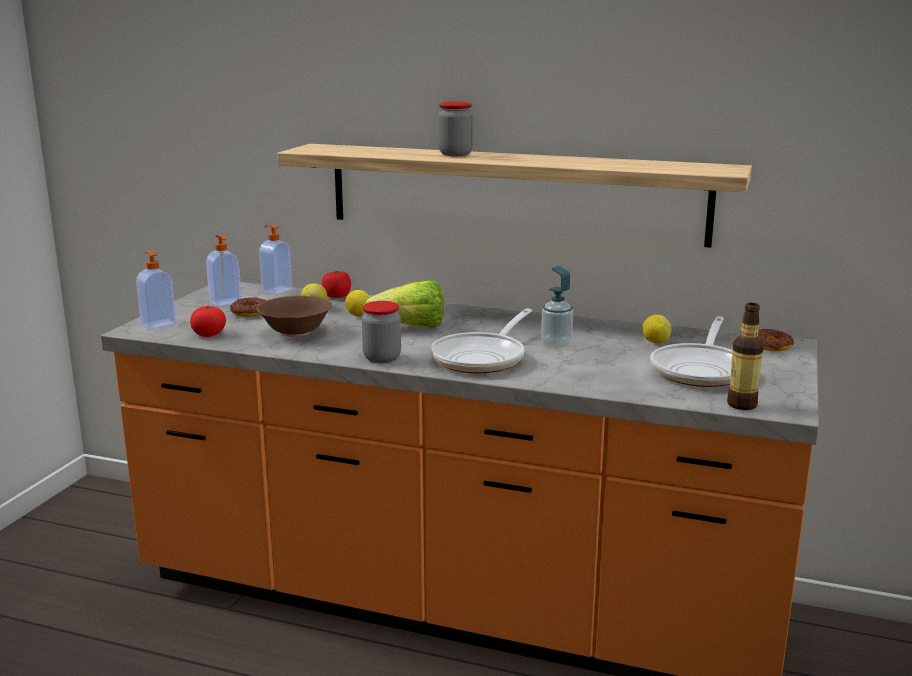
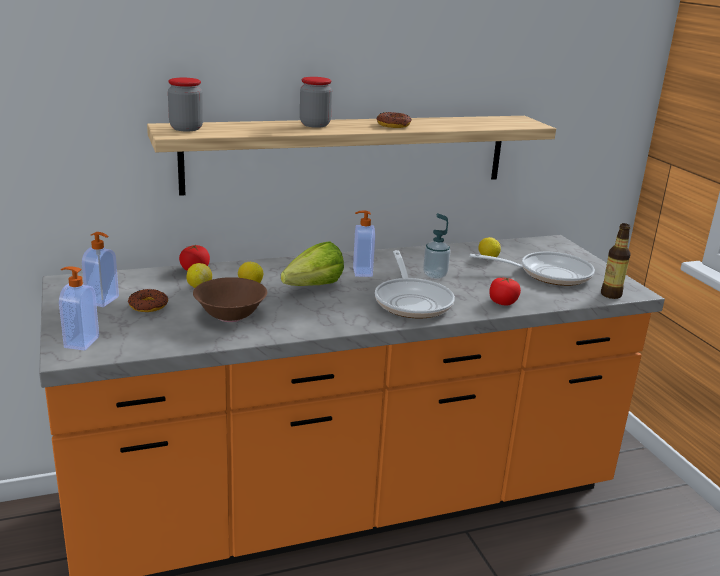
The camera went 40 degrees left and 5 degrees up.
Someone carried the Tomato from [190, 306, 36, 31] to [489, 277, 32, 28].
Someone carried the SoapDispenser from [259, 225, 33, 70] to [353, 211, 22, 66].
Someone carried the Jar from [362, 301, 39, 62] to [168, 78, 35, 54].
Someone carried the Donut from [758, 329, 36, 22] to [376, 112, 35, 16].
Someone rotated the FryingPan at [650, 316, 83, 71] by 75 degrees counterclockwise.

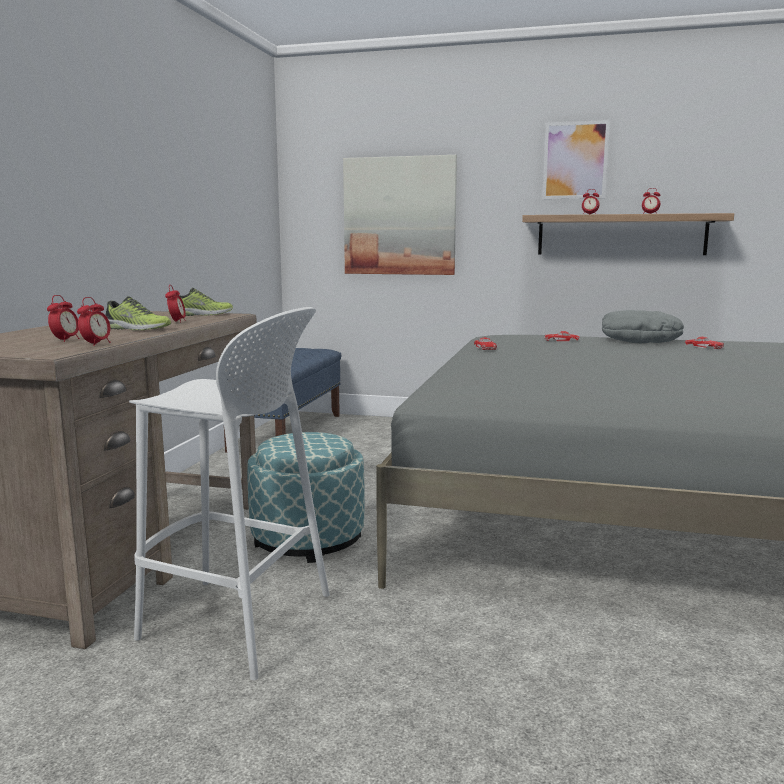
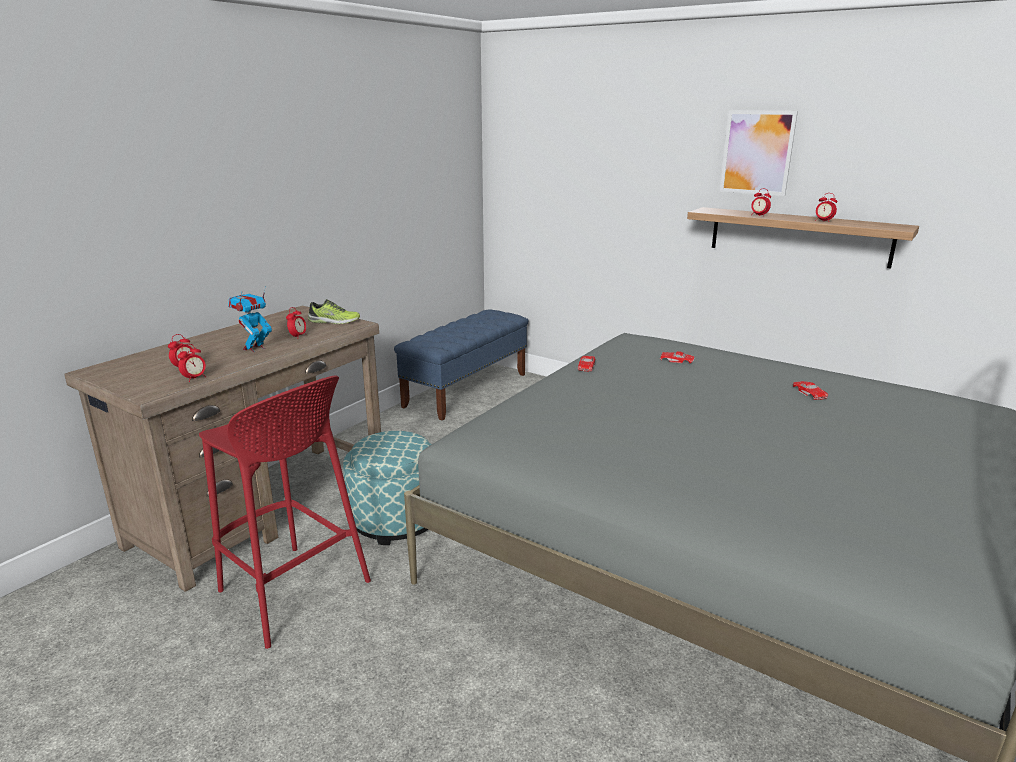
The camera went 20 degrees right and 10 degrees up.
Someone took away the Picture at [343, 155, 114, 120].
Someone took away the GreyPillow at [602, 310, 82, 33].
Someone swapped the Shoe at [106, 296, 65, 34] for the ToyRobot at [228, 286, 44, 66].
Someone repainted the WhiteStool at [129, 307, 201, 373], which became the RedStool at [199, 376, 172, 273].

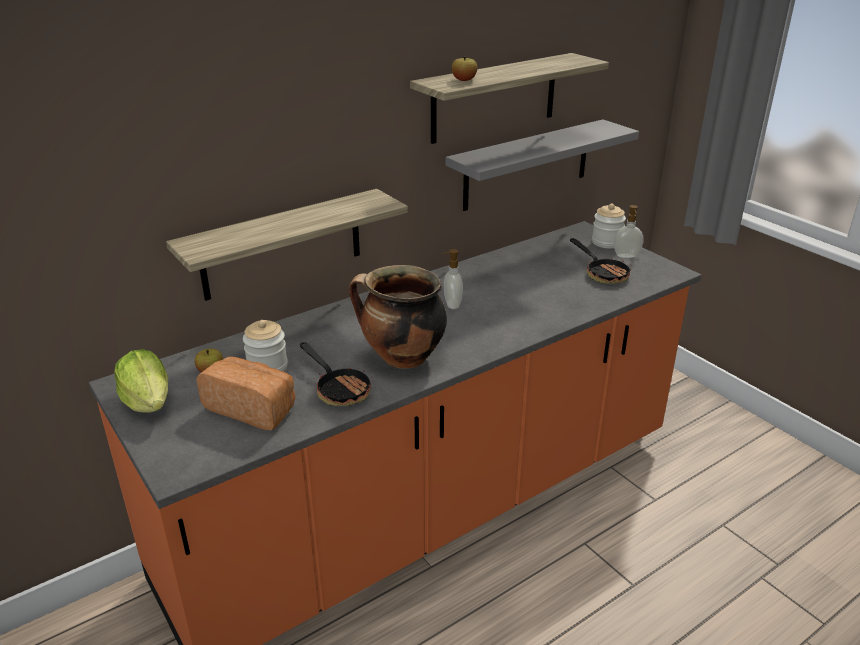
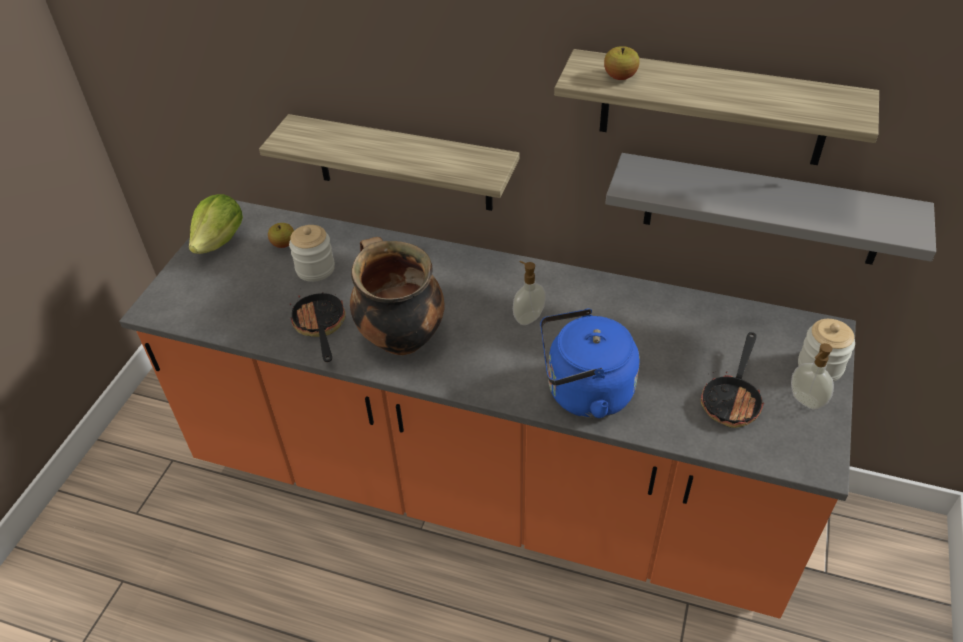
The camera went 55 degrees right and 15 degrees up.
Someone took away the Bread at [196, 356, 100, 74].
Someone put down the BlueKettle at [540, 309, 100, 109].
Someone rotated the FryingPan at [300, 342, 73, 64] by 150 degrees clockwise.

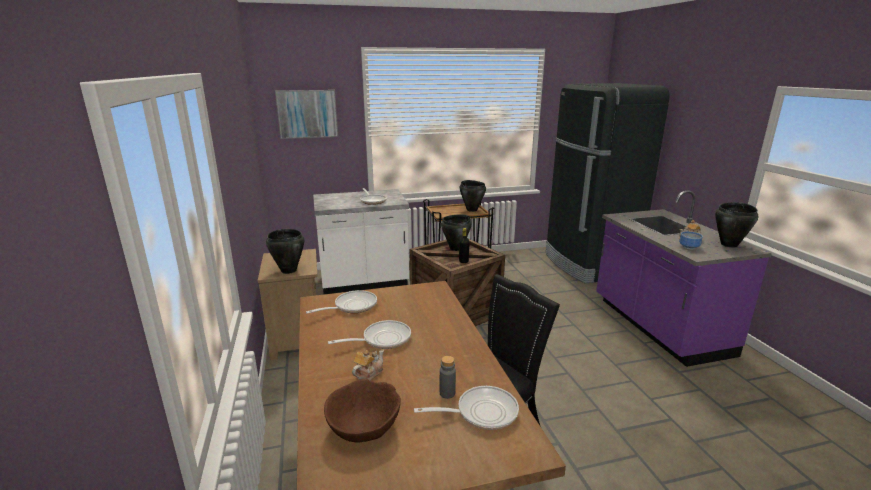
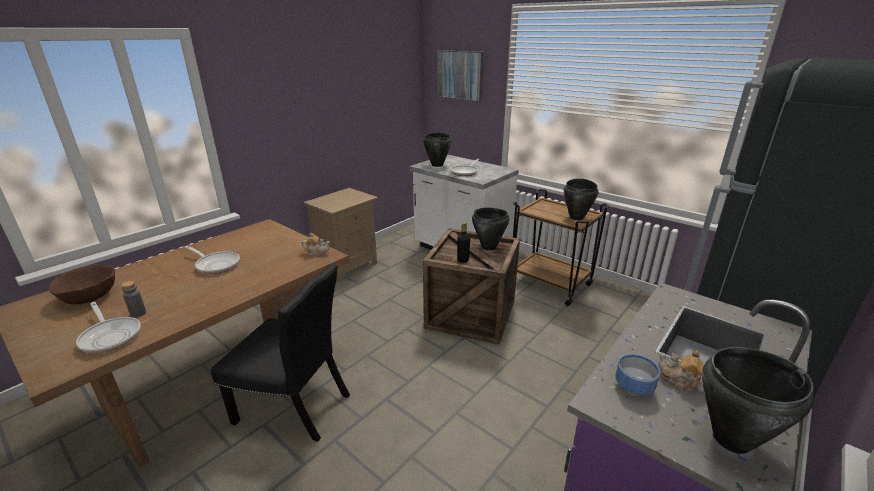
The camera went 55 degrees right and 5 degrees up.
Someone took away the FryingPan at [306, 290, 71, 24].
Someone carried the BlackCookingPot from [266, 229, 38, 45] to [423, 133, 29, 34].
Someone carried the Teapot from [352, 350, 32, 31] to [302, 233, 28, 23].

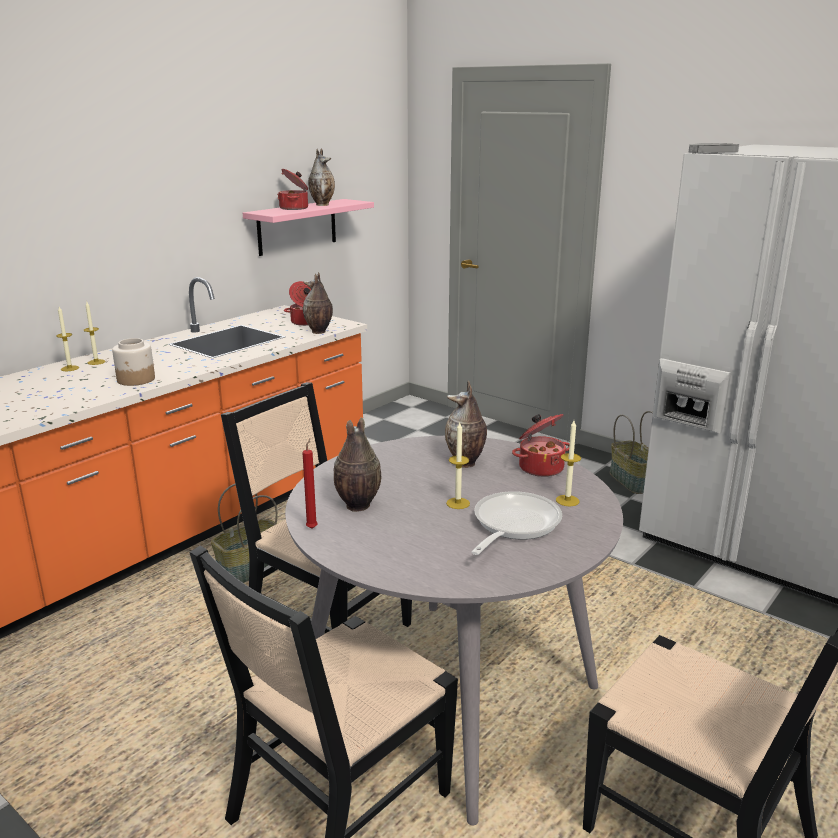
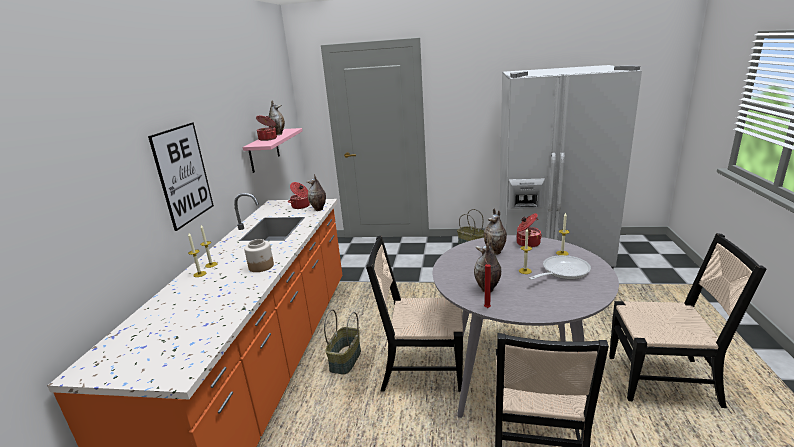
The camera went 30 degrees left and 0 degrees up.
Someone put up the Picture at [148, 122, 66, 109].
Someone rotated the FryingPan at [471, 491, 91, 64] by 60 degrees clockwise.

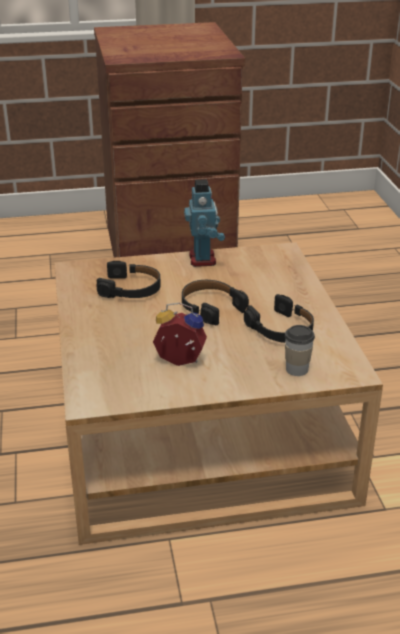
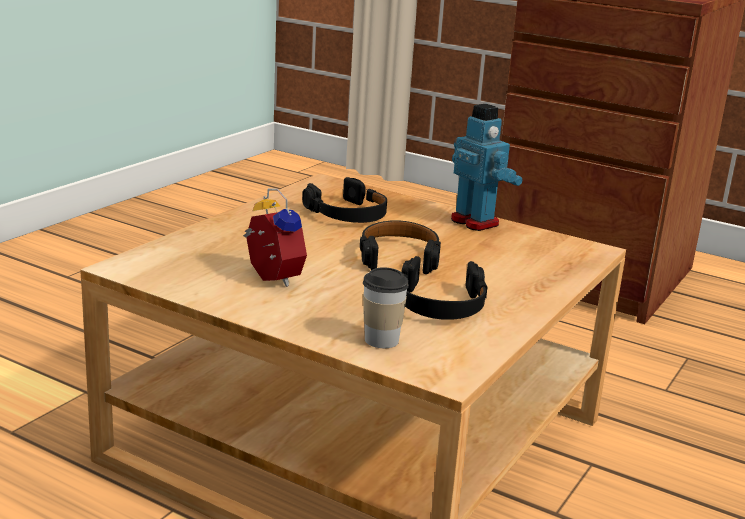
The camera went 40 degrees right and 10 degrees down.
Someone rotated the ToyRobot at [184, 179, 41, 88] by 75 degrees counterclockwise.

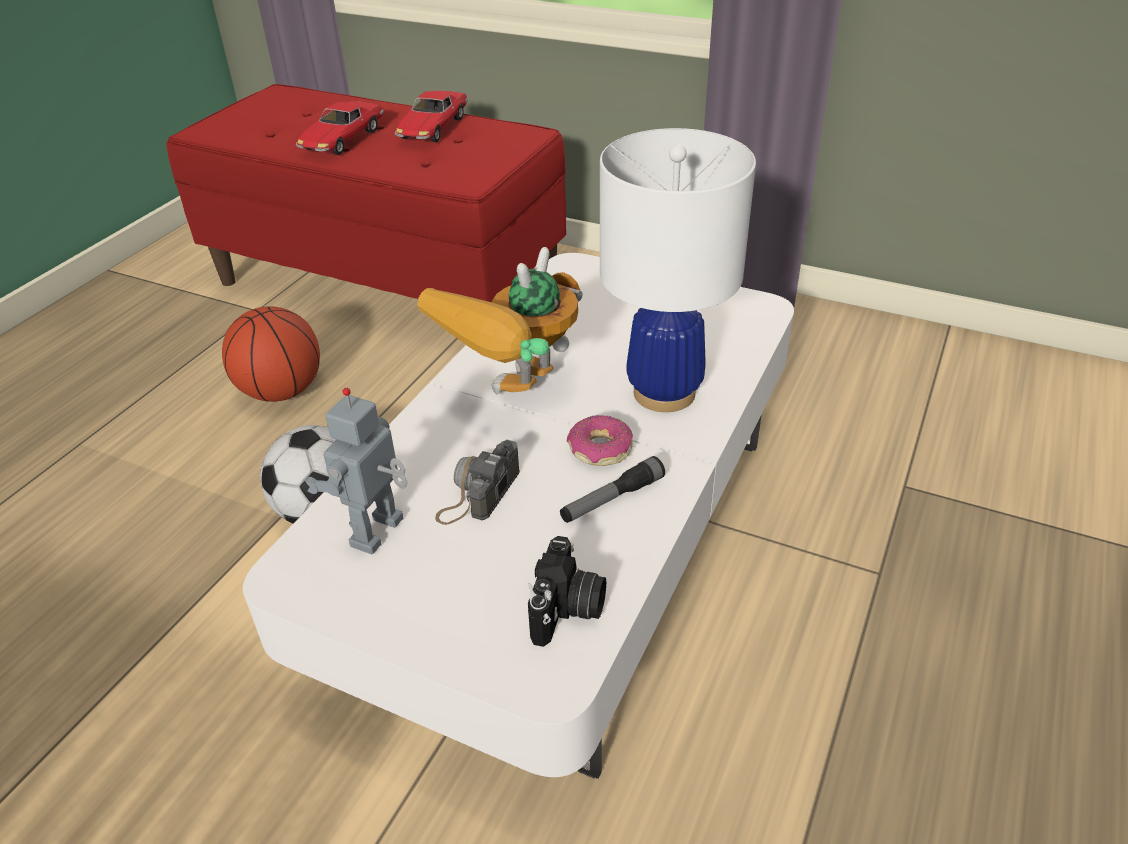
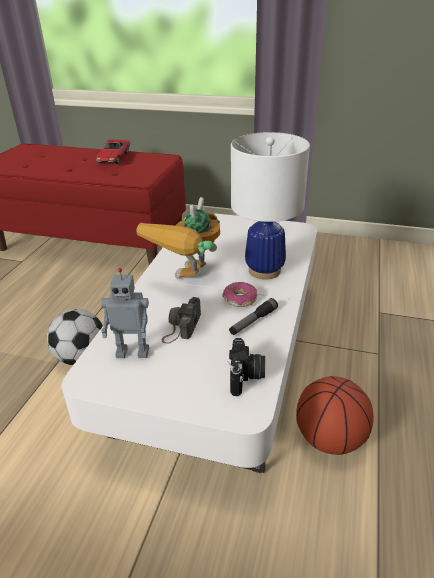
The camera went 10 degrees left and 5 degrees down.
Someone took away the ToyCar at [296, 101, 88, 54].
Someone carried the Basketball from [222, 306, 98, 96] to [296, 376, 78, 79].
Someone rotated the ToyRobot at [304, 388, 103, 166] by 105 degrees counterclockwise.

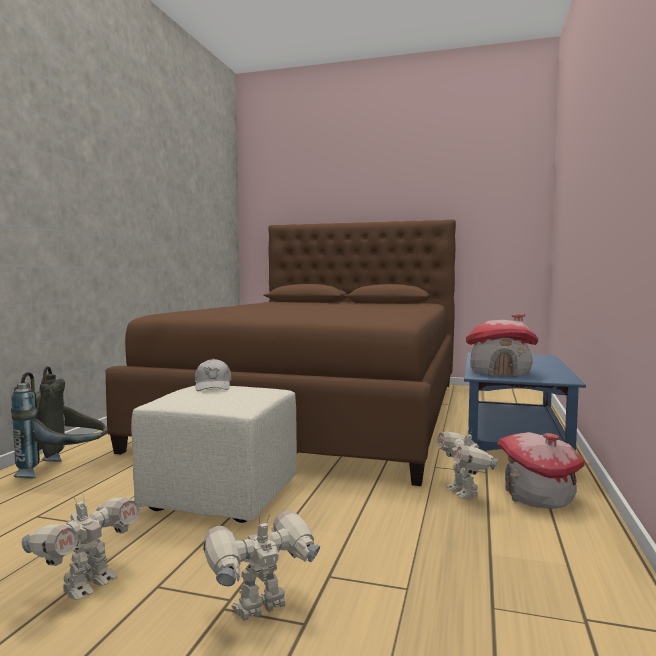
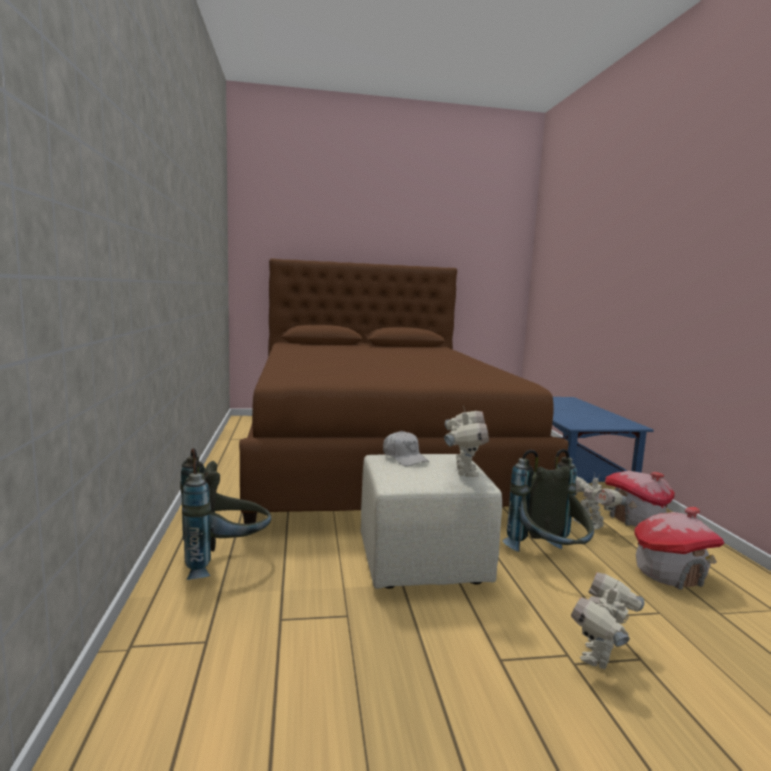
The camera went 25 degrees left and 5 degrees up.
Someone put down the GreyBackpack at [502, 449, 92, 103].
Someone carried the ToyRobot from [22, 492, 118, 108] to [444, 406, 45, 71].
Someone carried the ToyHouse from [466, 313, 72, 64] to [634, 507, 90, 82].

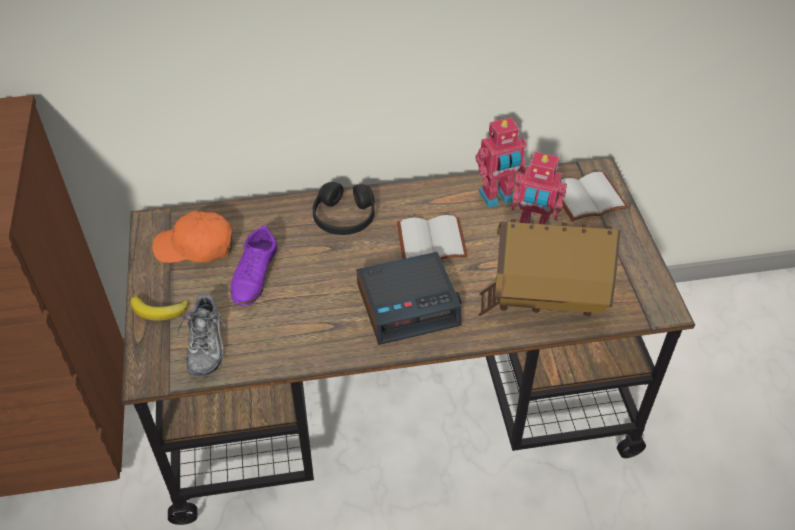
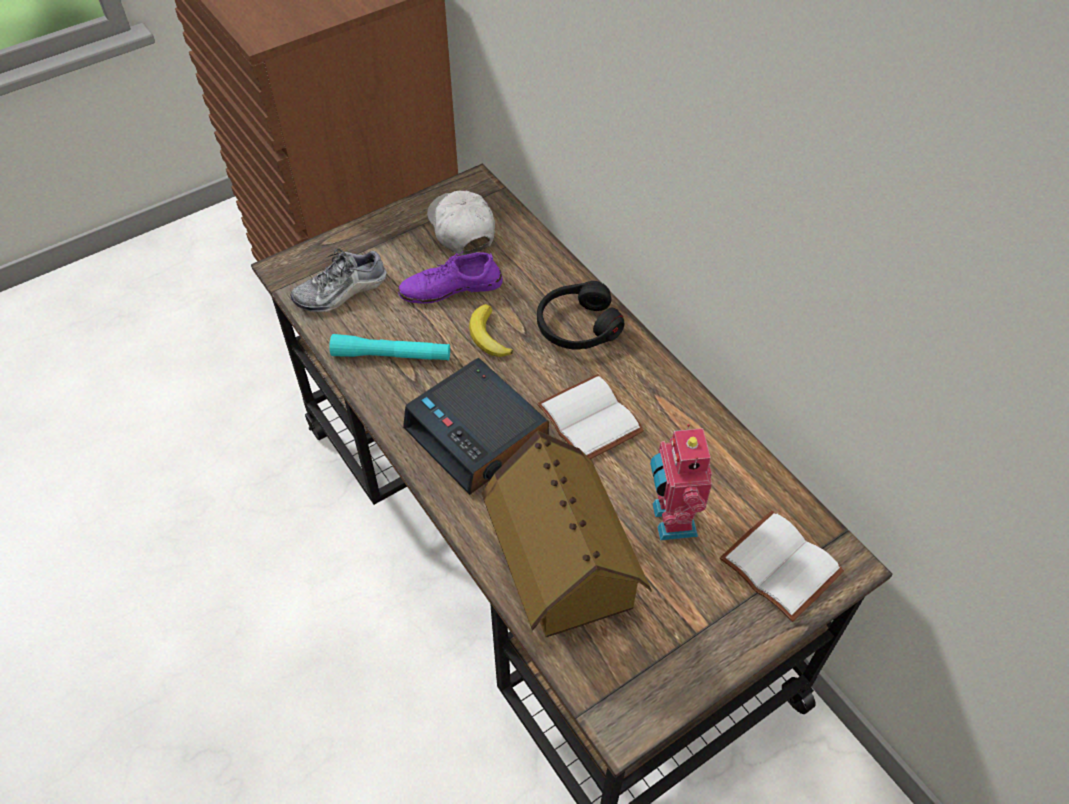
The camera went 65 degrees right and 5 degrees up.
Someone took away the ToyRobot at [475, 117, 51, 91].
Someone put down the TurquoiseFlashlight at [329, 334, 121, 27].
Someone carried the Banana from [130, 296, 59, 25] to [469, 304, 44, 53].
Someone repainted the OrangeCap at [152, 211, 80, 52], which became the WhiteCap at [427, 190, 68, 65].

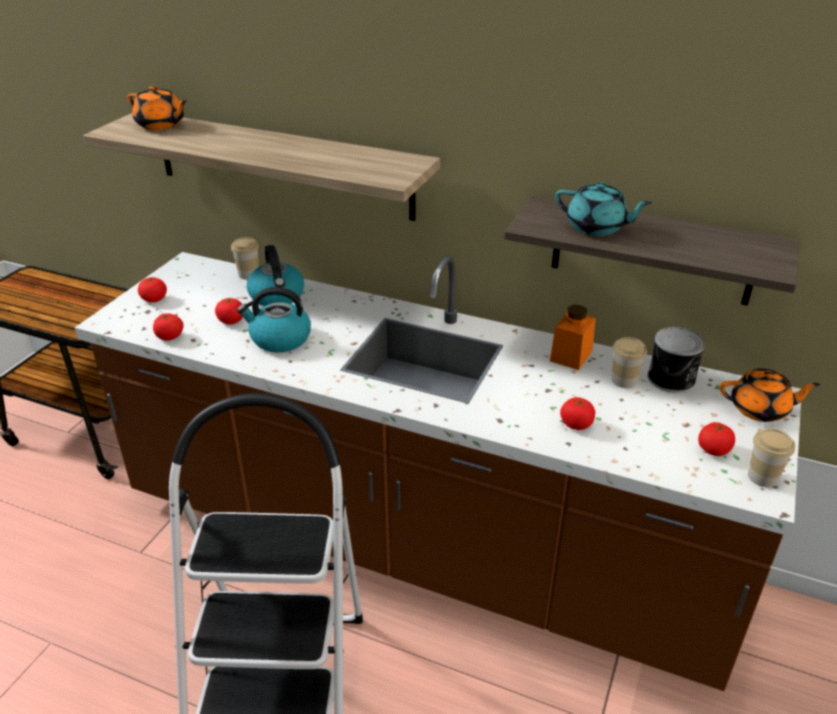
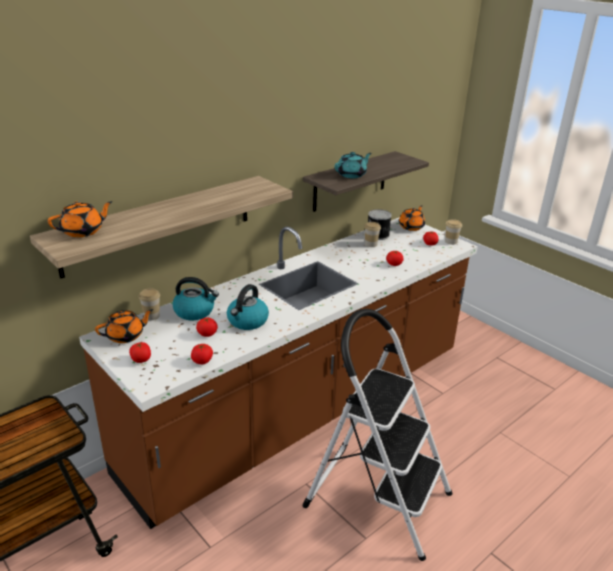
The camera went 65 degrees left and 5 degrees down.
Someone took away the OrangeJar at [550, 305, 46, 65].
Someone put down the OrangeTeapot at [95, 309, 58, 34].

